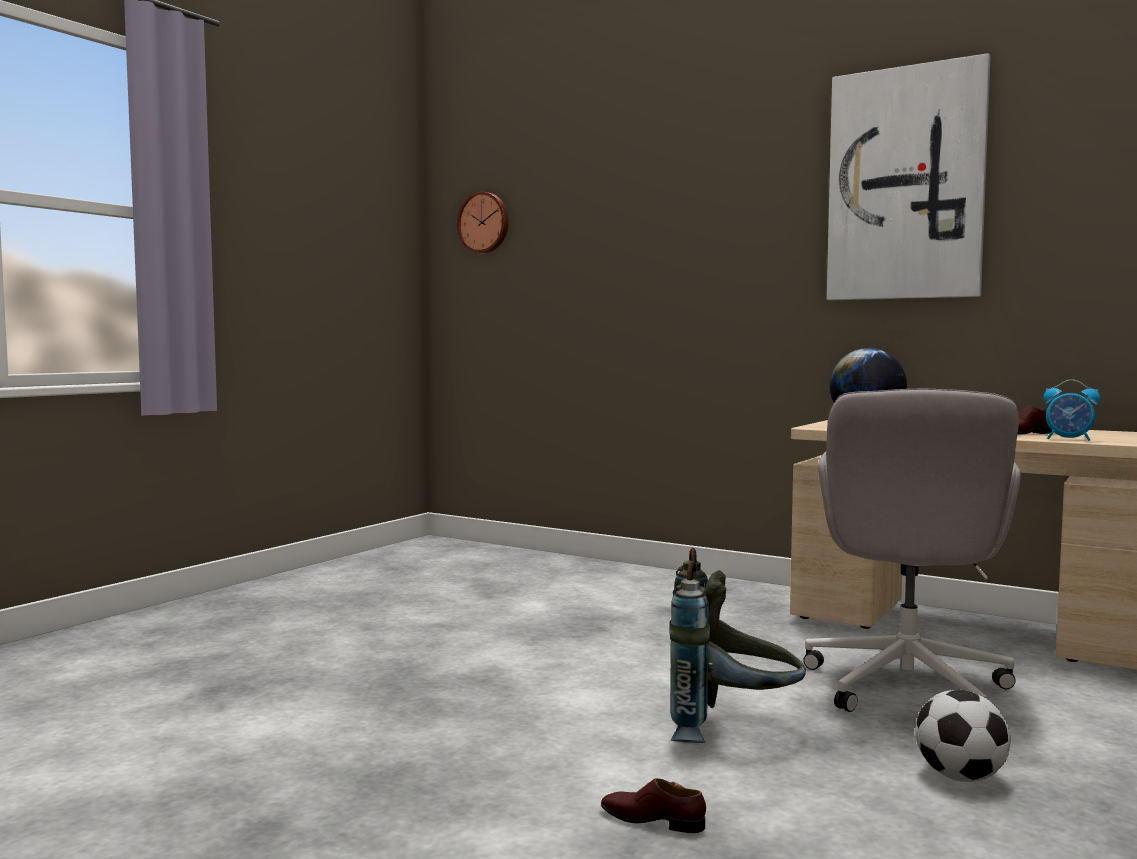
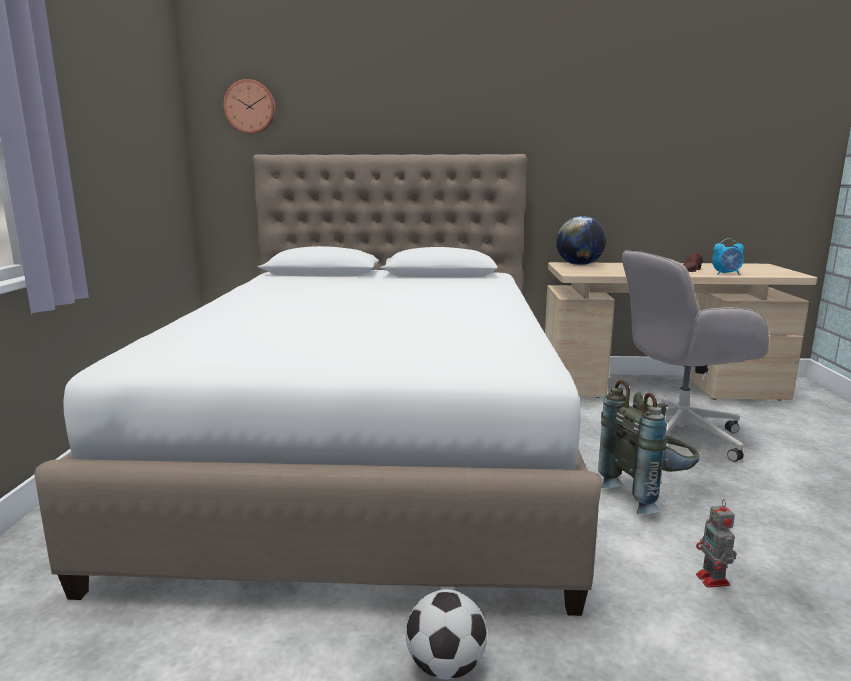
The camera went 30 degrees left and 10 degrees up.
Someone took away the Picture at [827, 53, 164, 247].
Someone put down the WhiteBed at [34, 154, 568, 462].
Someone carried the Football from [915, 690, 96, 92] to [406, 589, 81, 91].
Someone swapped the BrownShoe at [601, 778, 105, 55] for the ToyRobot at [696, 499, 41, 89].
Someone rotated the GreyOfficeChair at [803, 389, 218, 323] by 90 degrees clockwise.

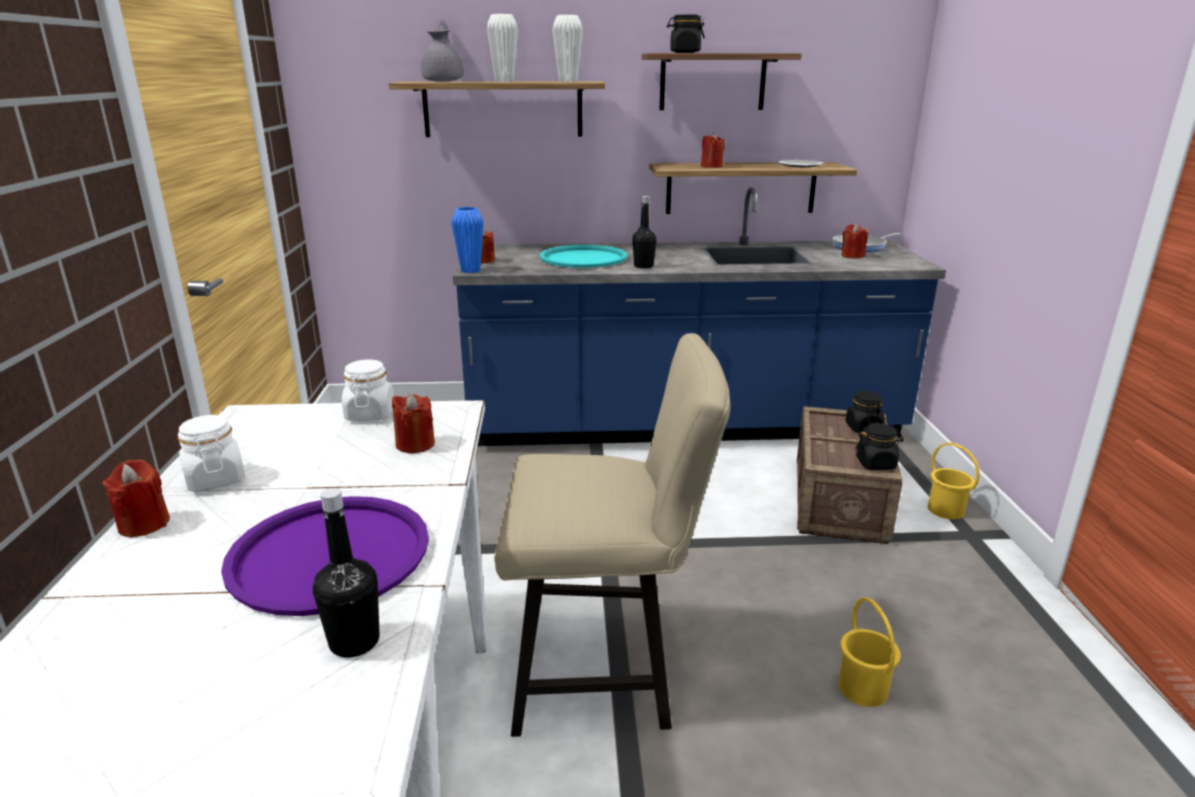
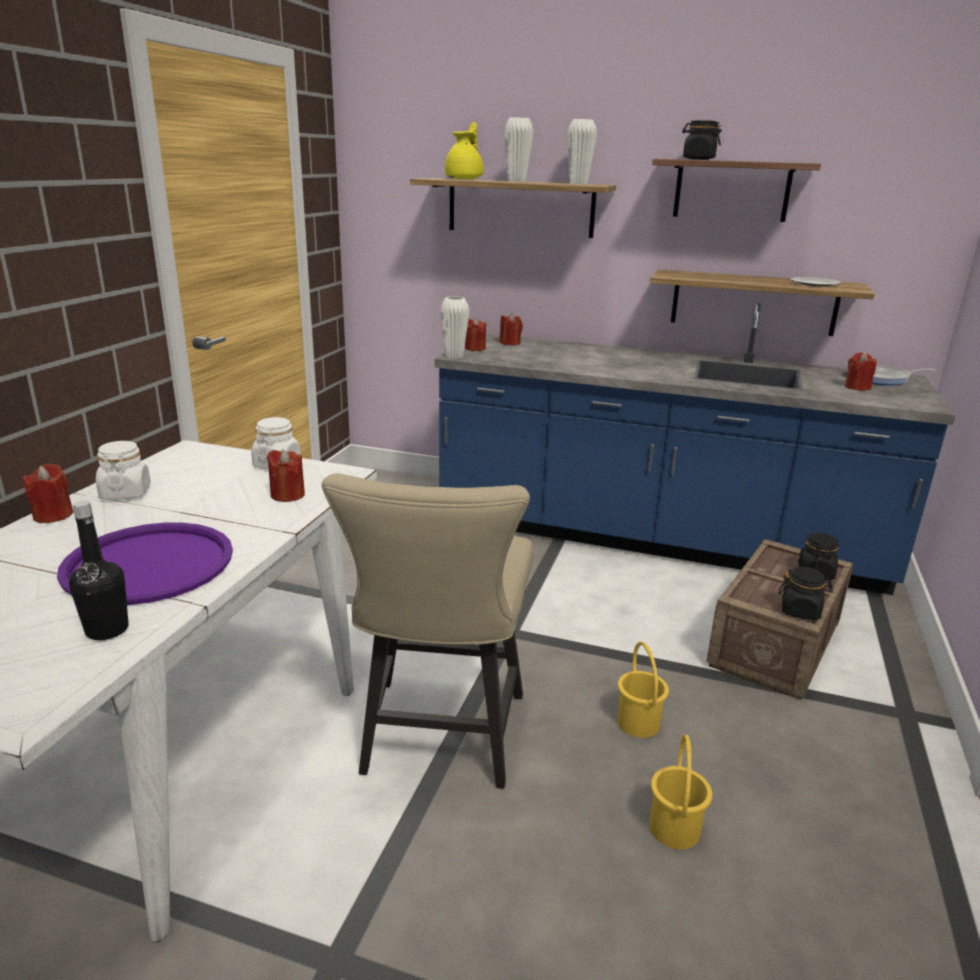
The camera went 20 degrees right and 0 degrees up.
Someone took away the TurquoiseTray at [540, 245, 87, 23].
Someone took away the BlackBottle at [632, 196, 24, 73].
Someone carried the RedCandle from [701, 133, 24, 35] to [499, 313, 24, 32].
Someone carried the YellowBucket from [928, 443, 52, 76] to [617, 642, 52, 96].
Someone repainted the GreyTeapot at [421, 20, 43, 62], which became the YellowTeapot at [445, 122, 39, 57].
Someone repainted the BlueVase at [451, 207, 33, 66], which became the WhiteVase at [440, 296, 30, 62].
Someone rotated the BeigeChair at [495, 333, 235, 404] by 75 degrees clockwise.

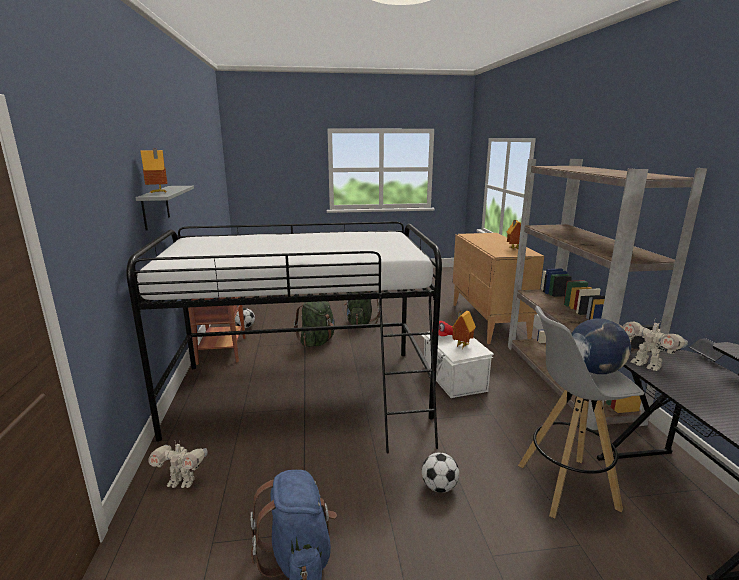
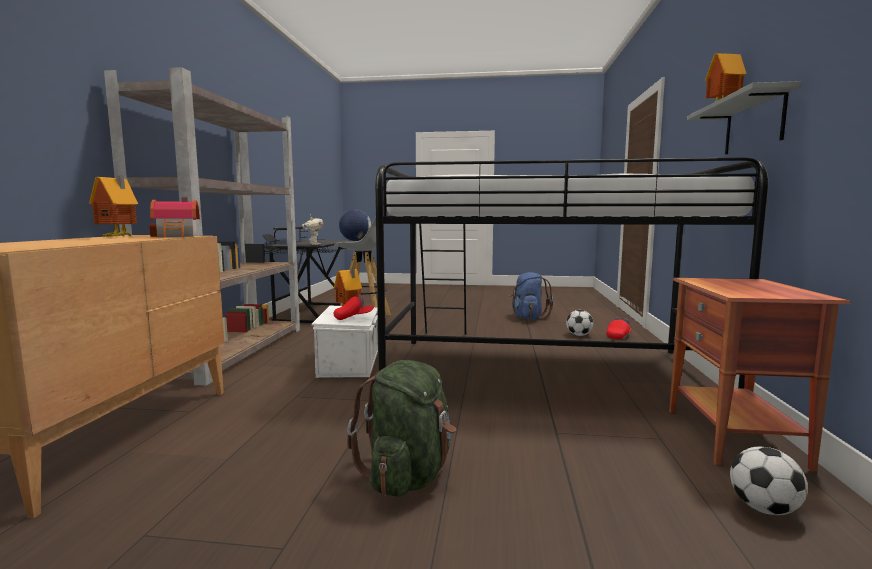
The camera went 165 degrees left and 10 degrees down.
Someone took away the GreenBackpack at [294, 301, 41, 46].
Someone put down the ToyHouse at [150, 197, 50, 41].
Someone carried the Football from [422, 452, 37, 41] to [566, 310, 27, 26].
Someone swapped the ToyRobot at [148, 442, 60, 46] for the RedCap at [606, 317, 25, 22].

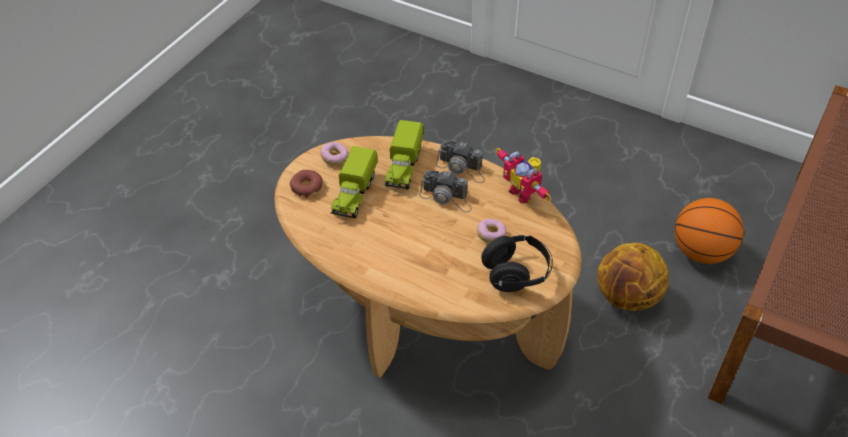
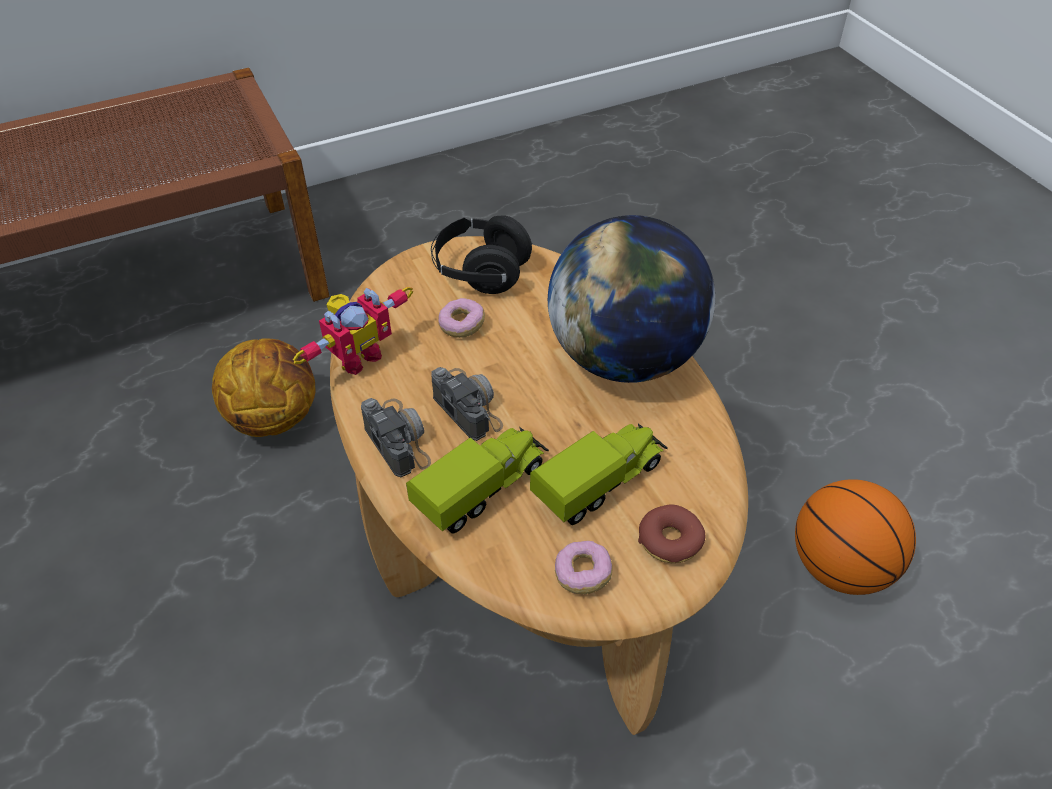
The camera went 145 degrees left and 0 degrees up.
Someone put down the Globe at [548, 215, 167, 168].
Someone carried the Basketball from [675, 198, 69, 66] to [795, 479, 121, 116].
Someone rotated the ToyRobot at [495, 148, 56, 56] by 45 degrees clockwise.

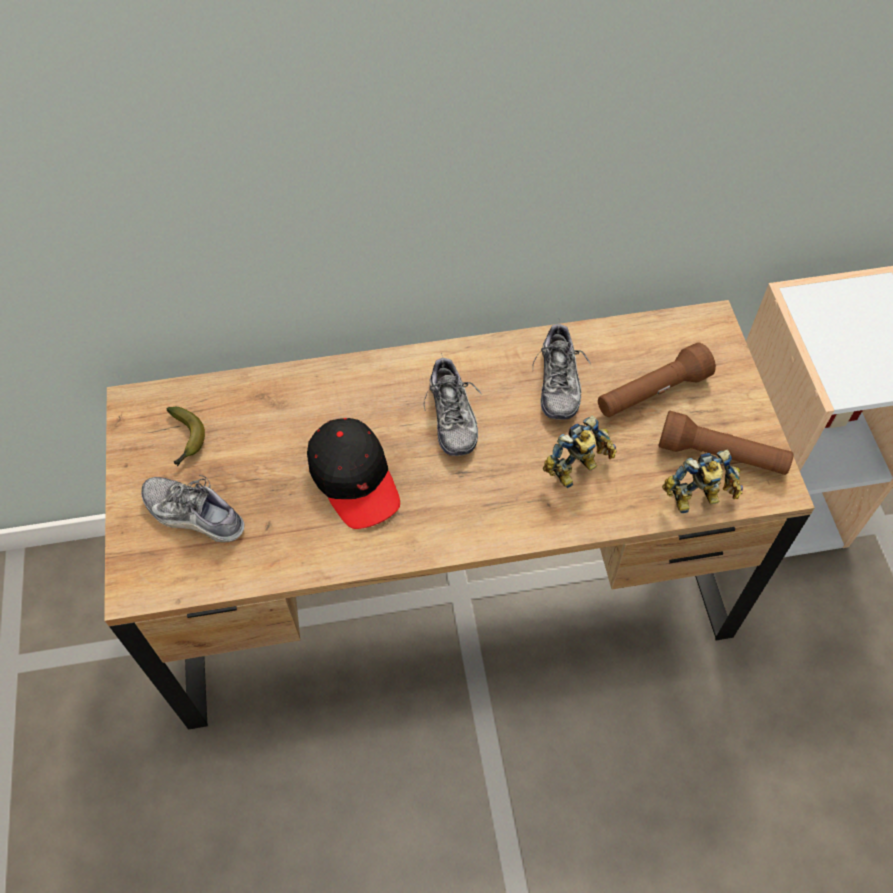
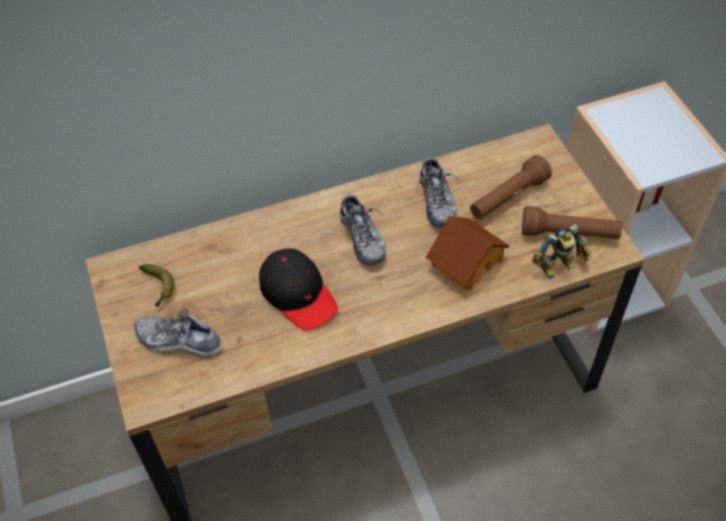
The camera went 10 degrees left and 5 degrees down.
Someone swapped the ToyRobot at [543, 415, 74, 73] for the ToyHouse at [425, 216, 84, 75].

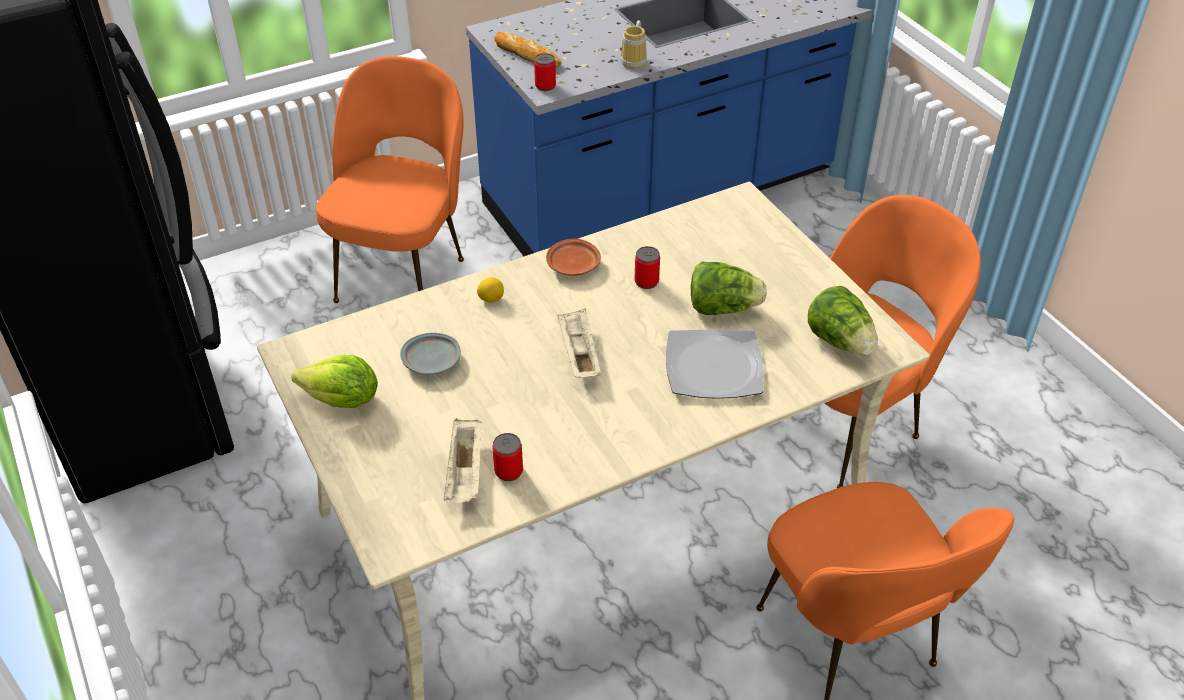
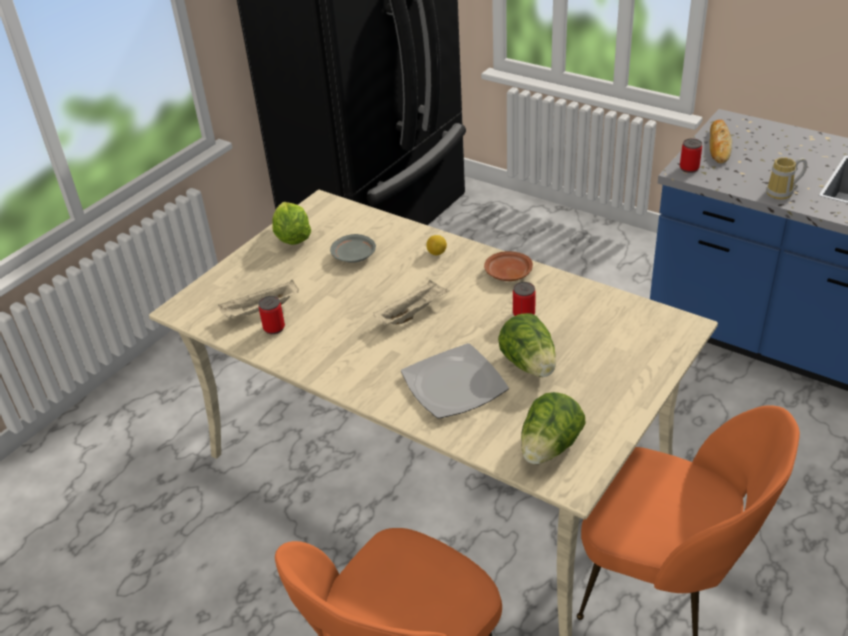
The camera went 65 degrees right and 5 degrees down.
Someone took away the OrangeChair at [316, 56, 148, 247].

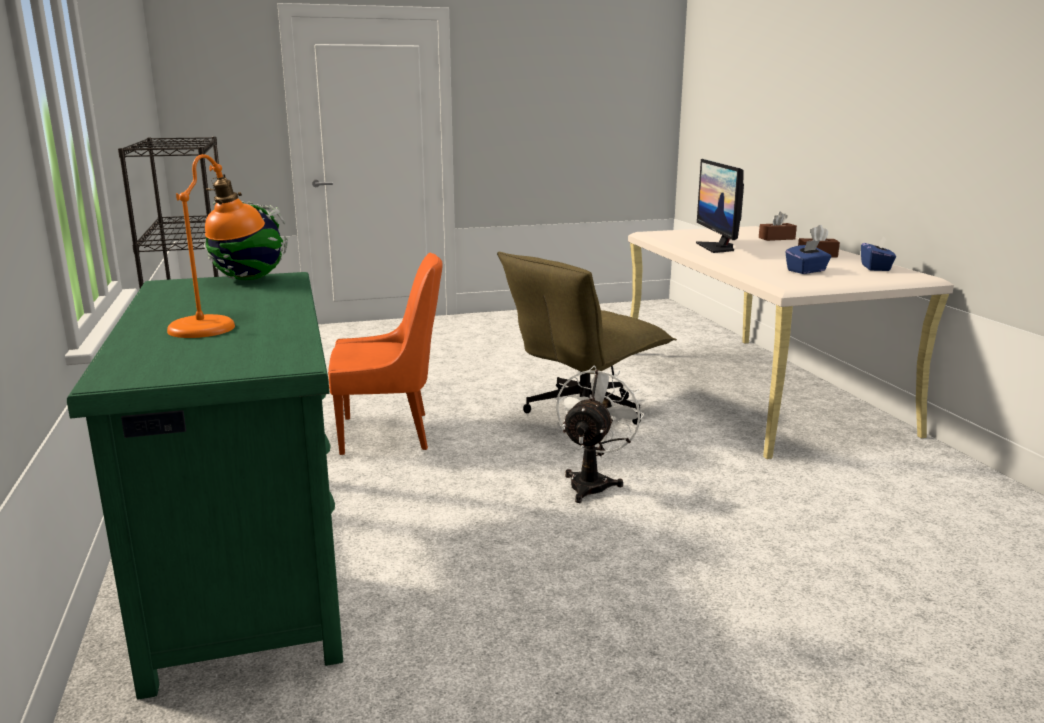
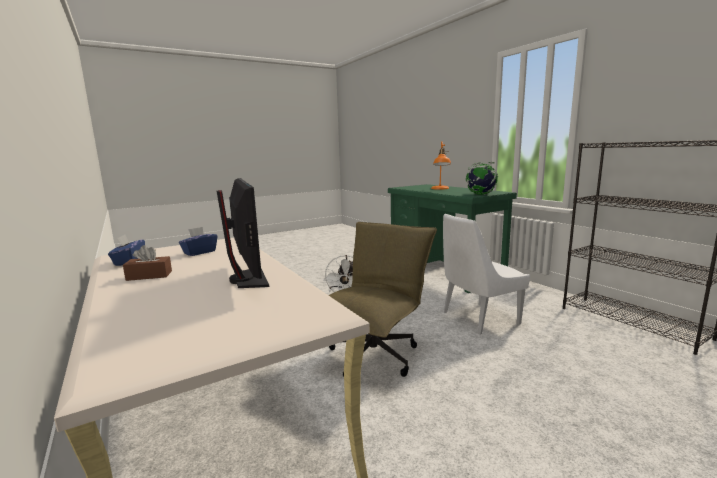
The camera went 165 degrees right and 5 degrees down.
Someone took away the BrownTissueBox at [759, 212, 38, 29].
Someone repainted the OrangeChair at [328, 253, 115, 202], which became the WhiteChair at [443, 214, 87, 121].

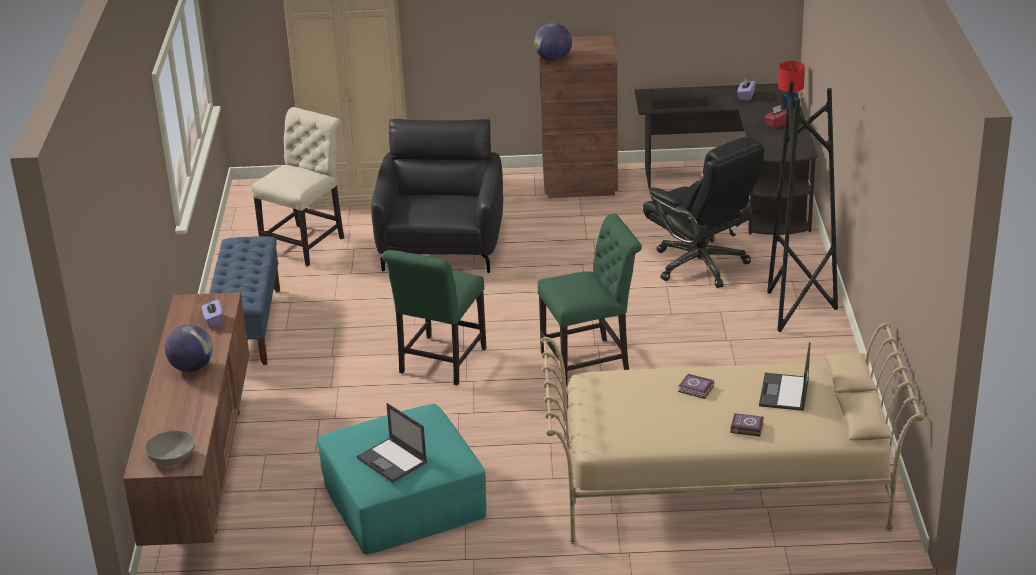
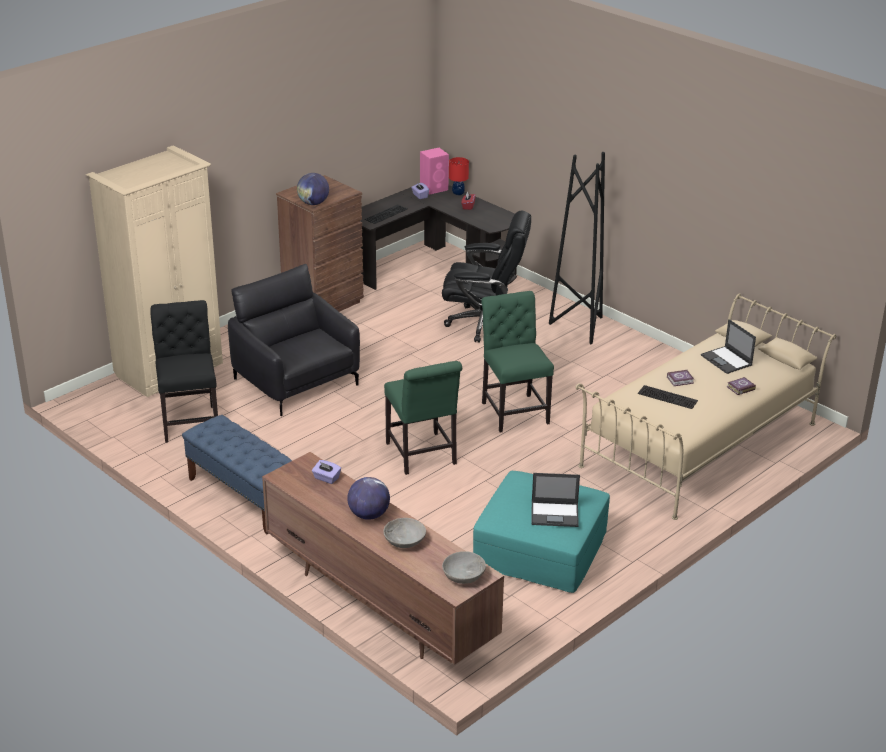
The camera went 45 degrees left and 0 degrees up.
Someone put down the GreyBowl at [383, 518, 43, 30].
Someone put down the PinkSpeaker at [420, 148, 29, 47].
Someone put down the Keyboard at [638, 385, 60, 24].
Someone repainted the BeigeChair at [252, 107, 92, 159], which became the BlackChair at [150, 300, 68, 143].
Someone rotated the GreenChair at [538, 213, 104, 174] by 45 degrees counterclockwise.

